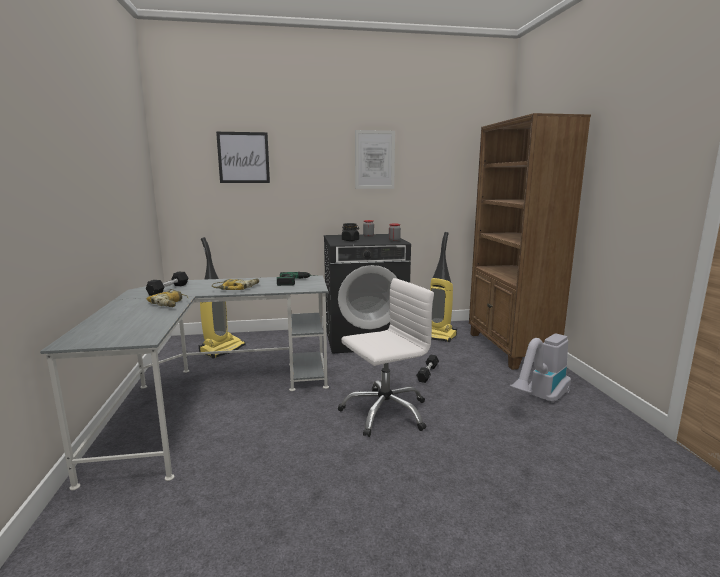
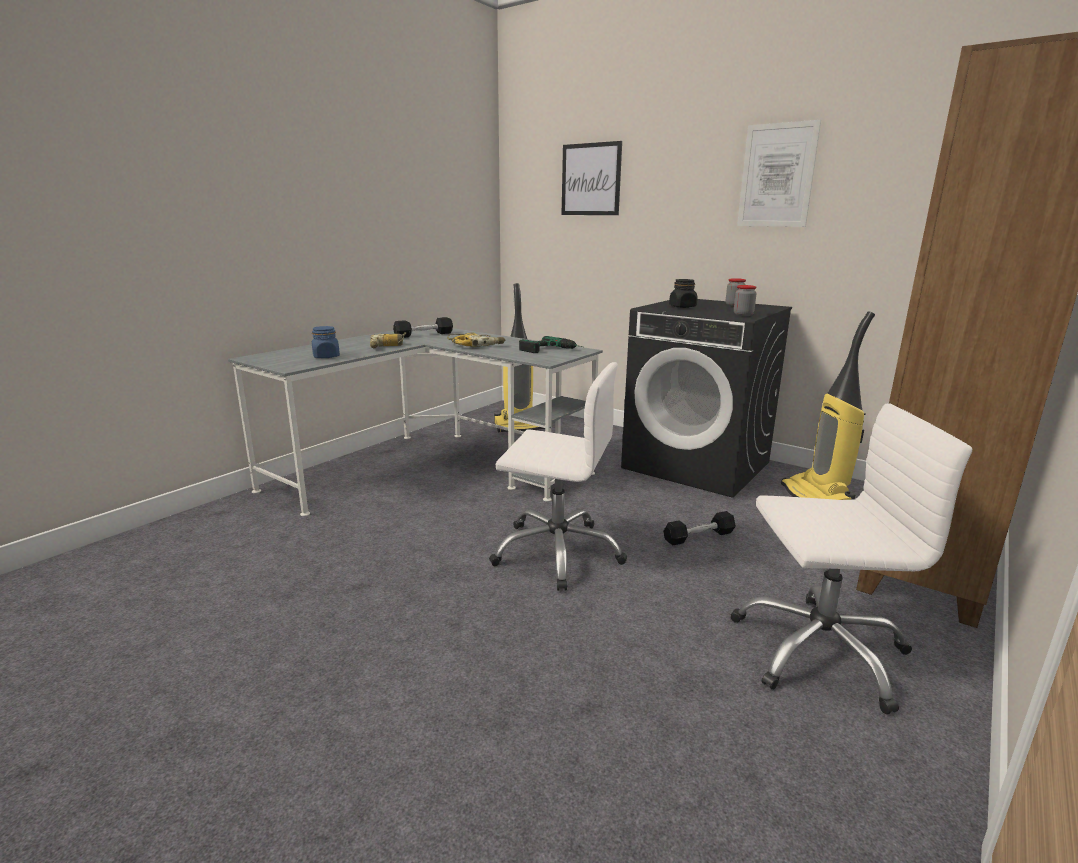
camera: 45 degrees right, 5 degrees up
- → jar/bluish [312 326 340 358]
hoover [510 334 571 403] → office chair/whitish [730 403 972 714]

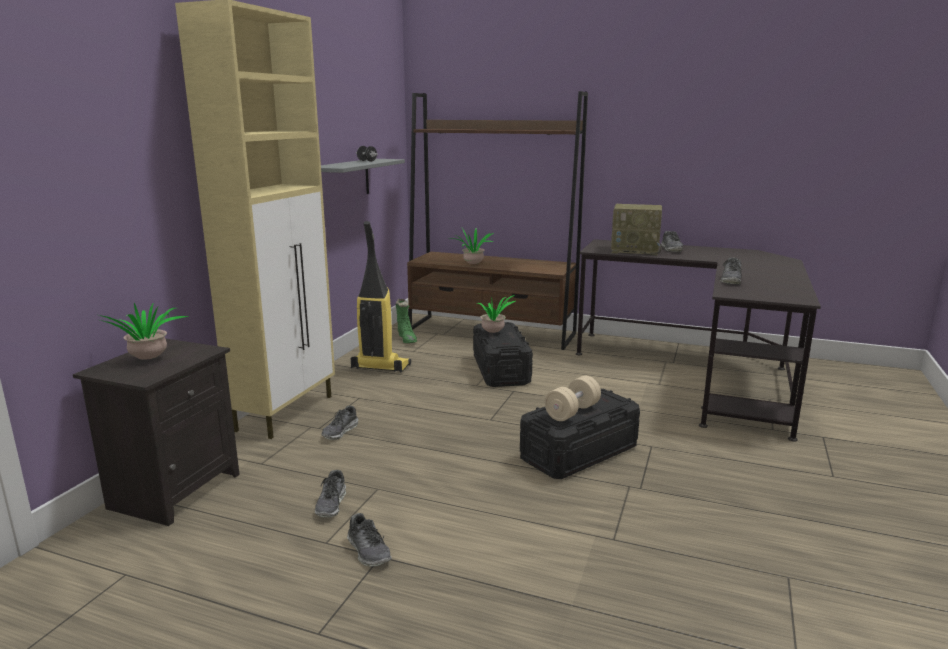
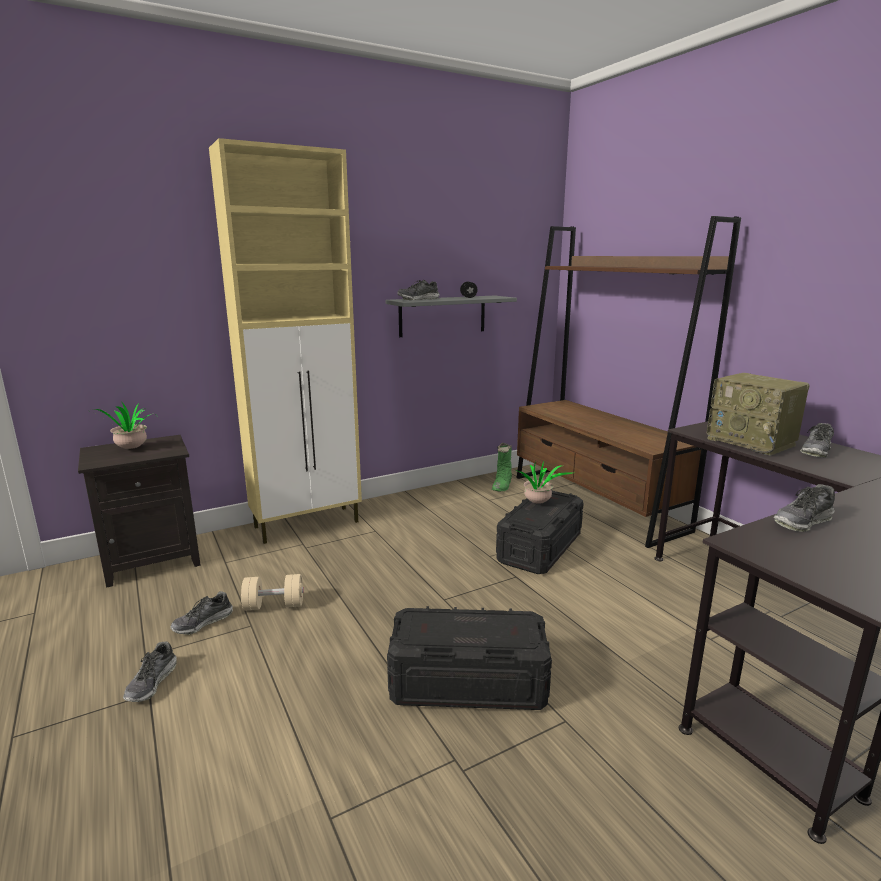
camera: 40 degrees right, 0 degrees up
free weight/beige [544 375 601 421] → free weight/beige [241 574 304 610], relocated
shoe [321 406 358 440] → shoe [397 280 440 300], relocated
hoover [351 221 411 372] → -
plant in a pot [452 228 493 264] → -

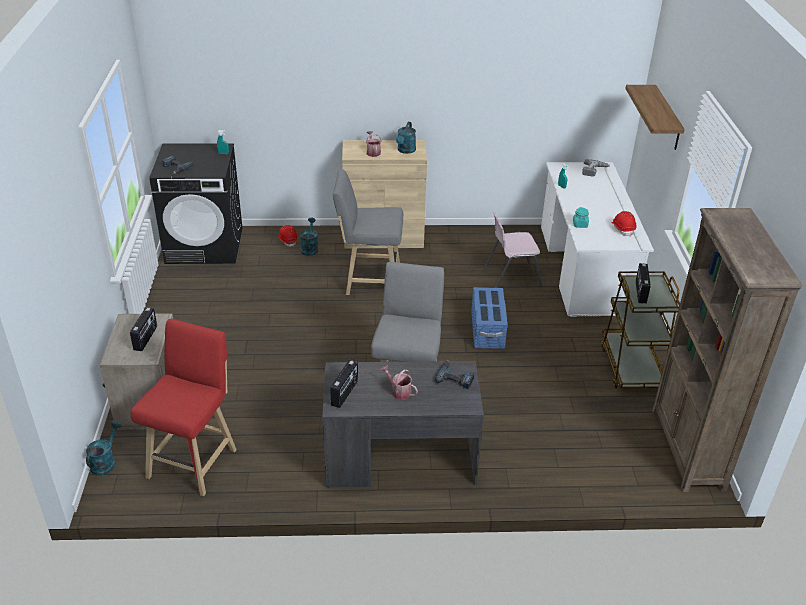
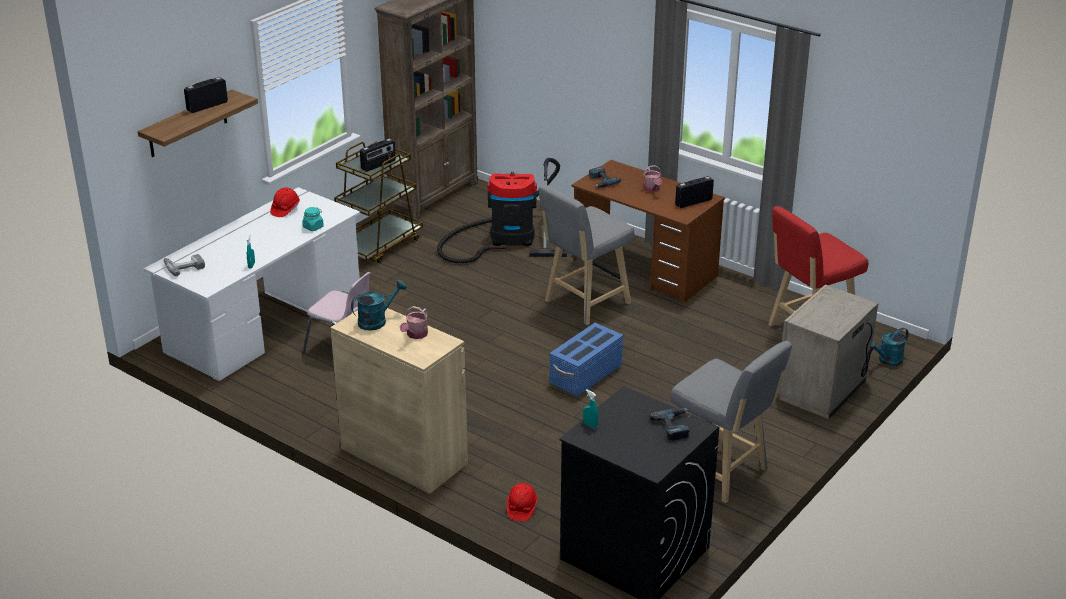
camera: 140 degrees left, 5 degrees down
radio [130 308 157 351] → radio [184 77 228 113], relocated
- → hoover [437 158 567 263]
storage container/bluish [471 287 508 349] → storage container/bluish [550 323 623 397], relocated
desk table/grey [322 361 484 488] → desk table/brownish [572 160 725 303]
stool/grey [333 169 404 295] → stool/grey [670 341 792 503], relocated
watering pot/blue-green [300 218 318 256] → -

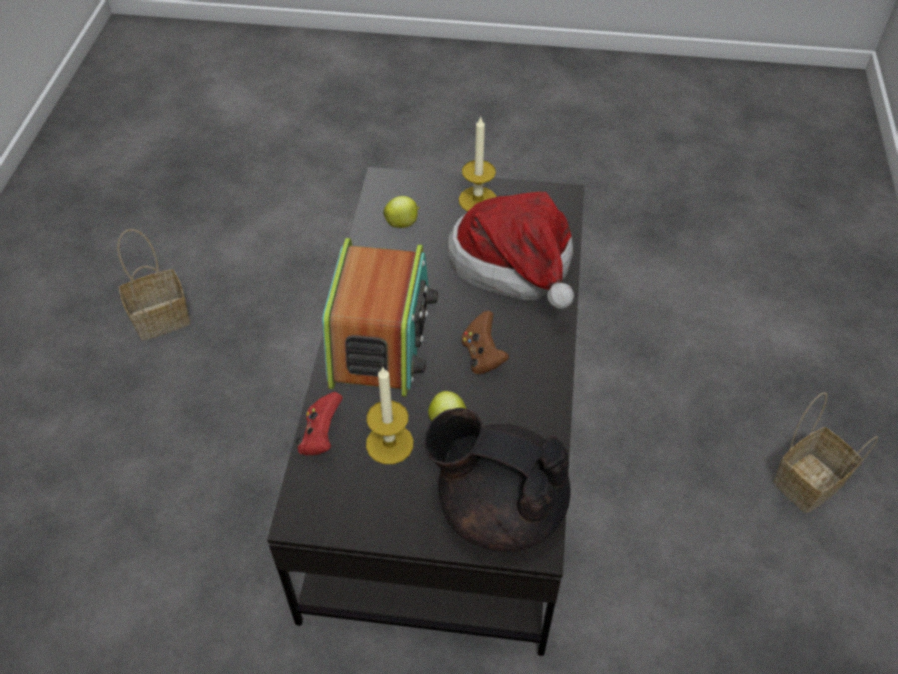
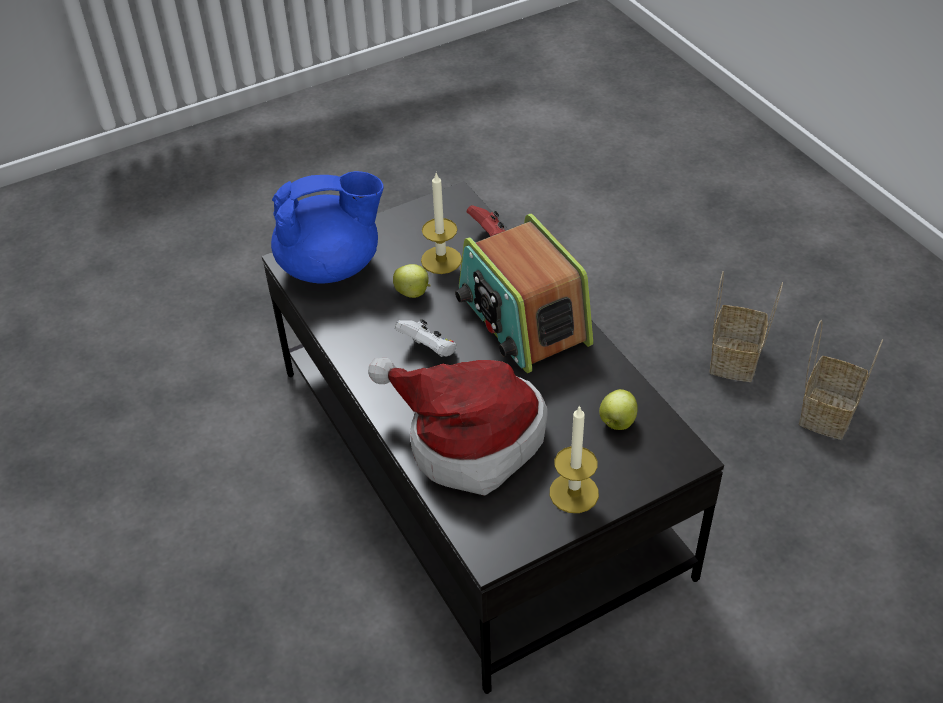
camera: 145 degrees right, 5 degrees down
teapot/blackish [424 408 570 552] → teapot/bluish [271 171 384 284]
game controller/brownish [462 311 509 374] → game controller/whitish [395 319 456 357]
household basket [773 392 878 513] → household basket [710 271 783 382], relocated

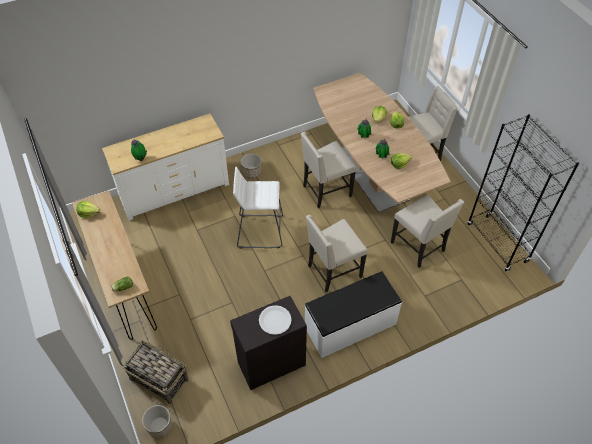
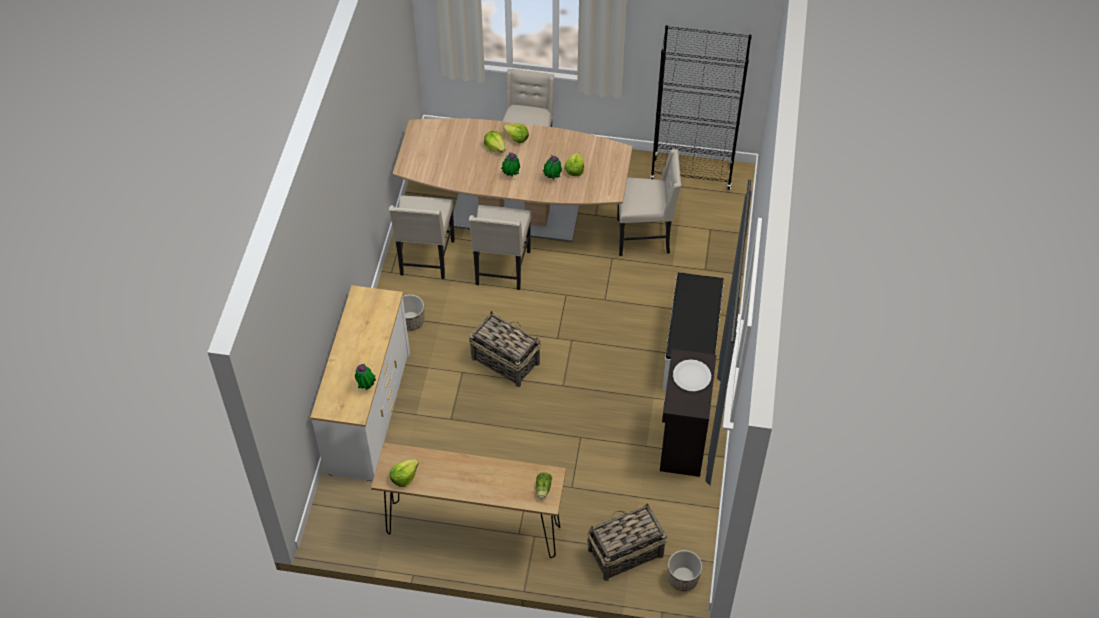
camera: 55 degrees left, 0 degrees up
upright chair/beige [306 215 368 292] → upright chair/beige [389 196 455 279], relocated
stool/whitish [233 167 283 248] → household basket [469 310 541 387]

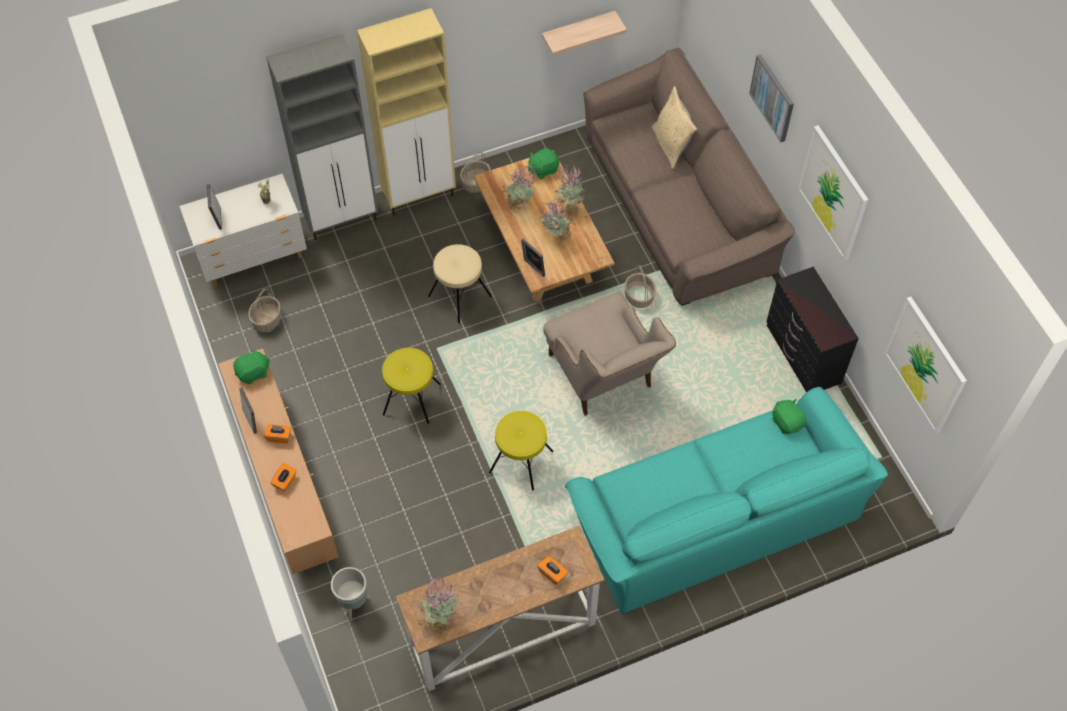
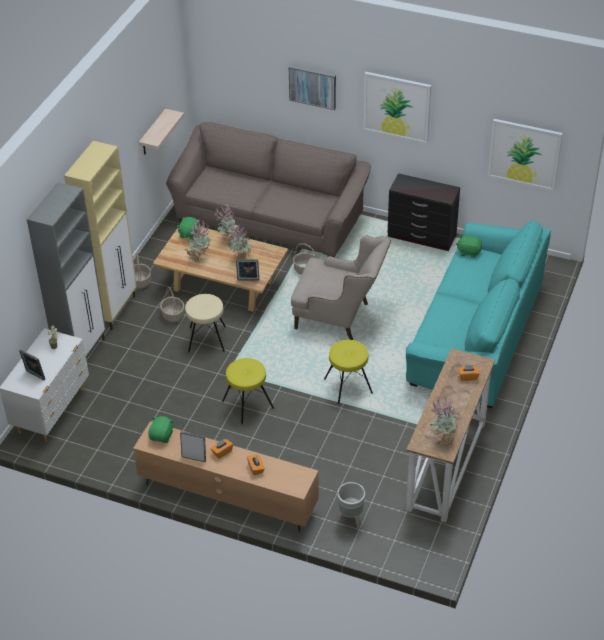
camera: 45 degrees left, 15 degrees down
household basket [248 289 281 331] → household basket [160 287 184 322], relocated
pillow/beige [652 86 697 169] → -

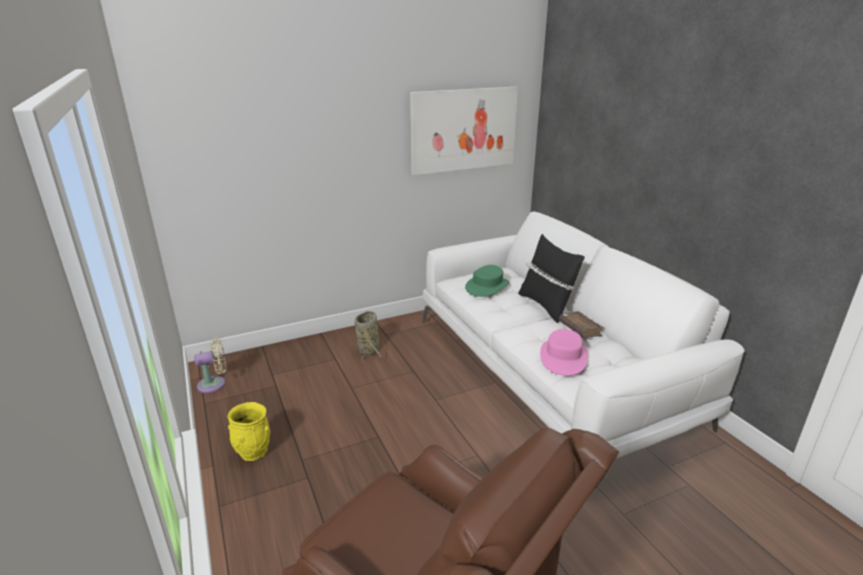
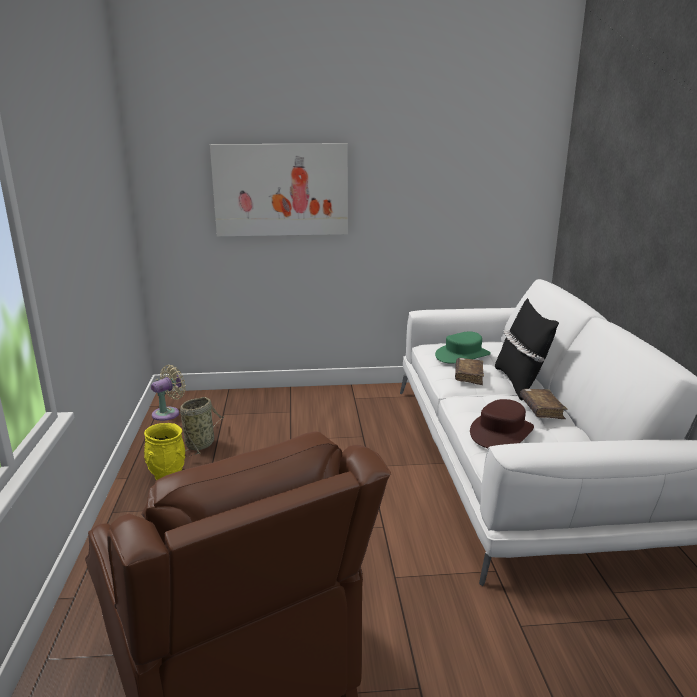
camera: 20 degrees right, 5 degrees down
electric fan/beige [194 338 227 393] → electric fan/beige [151 365 186 421], 45 degrees counterclockwise
household basket [355 311 381 363] → household basket [180 397 224 456], relocated
wall art [410 87 518 175] → wall art [210 144 348 236], relocated
- → book/brownish [455 358 484 385]
clothing hat/pink [540 329 588 376] → clothing hat/brownish [470 399 534 448]

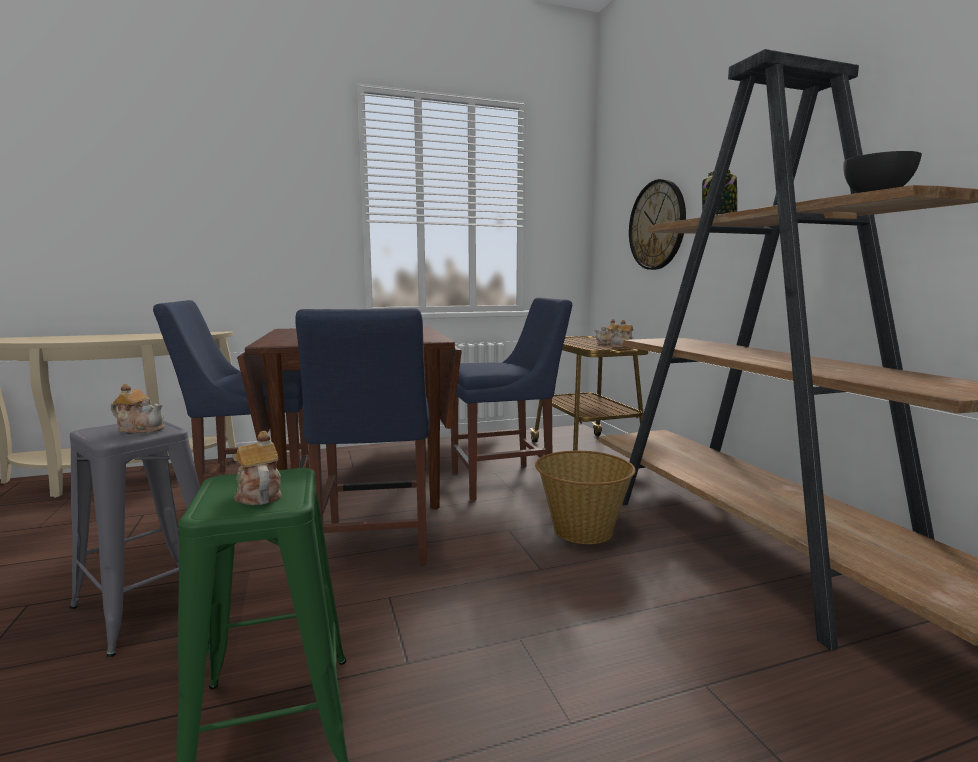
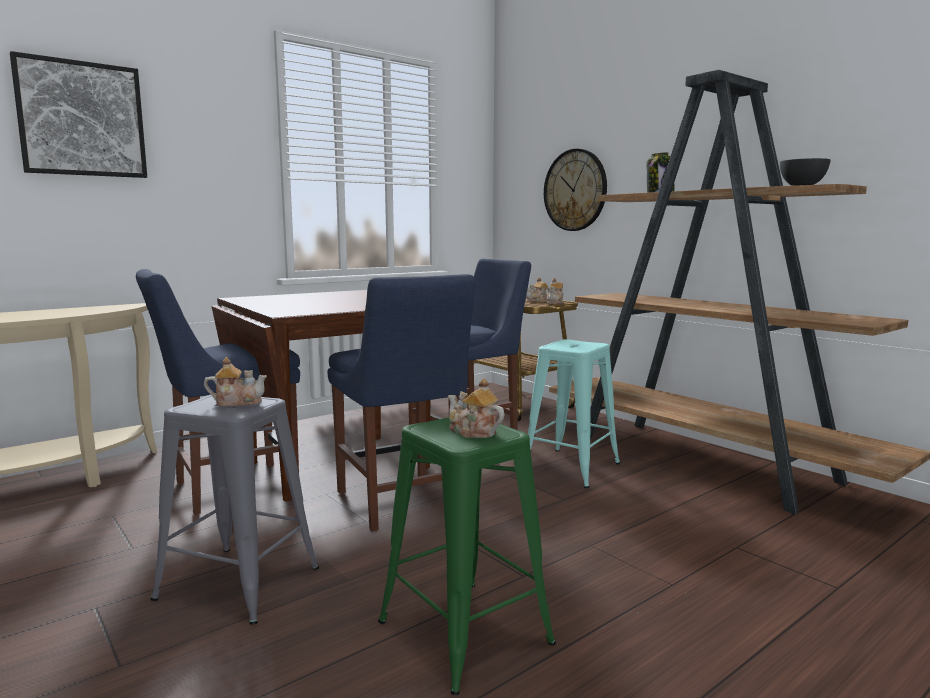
camera: 20 degrees left, 0 degrees up
- → wall art [10 51 147 178]
household basket [535 451 636 544] → stool/blue-green [528 339 620 488]

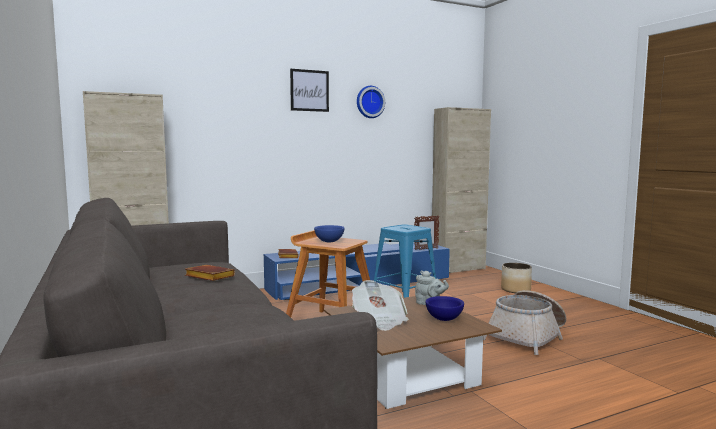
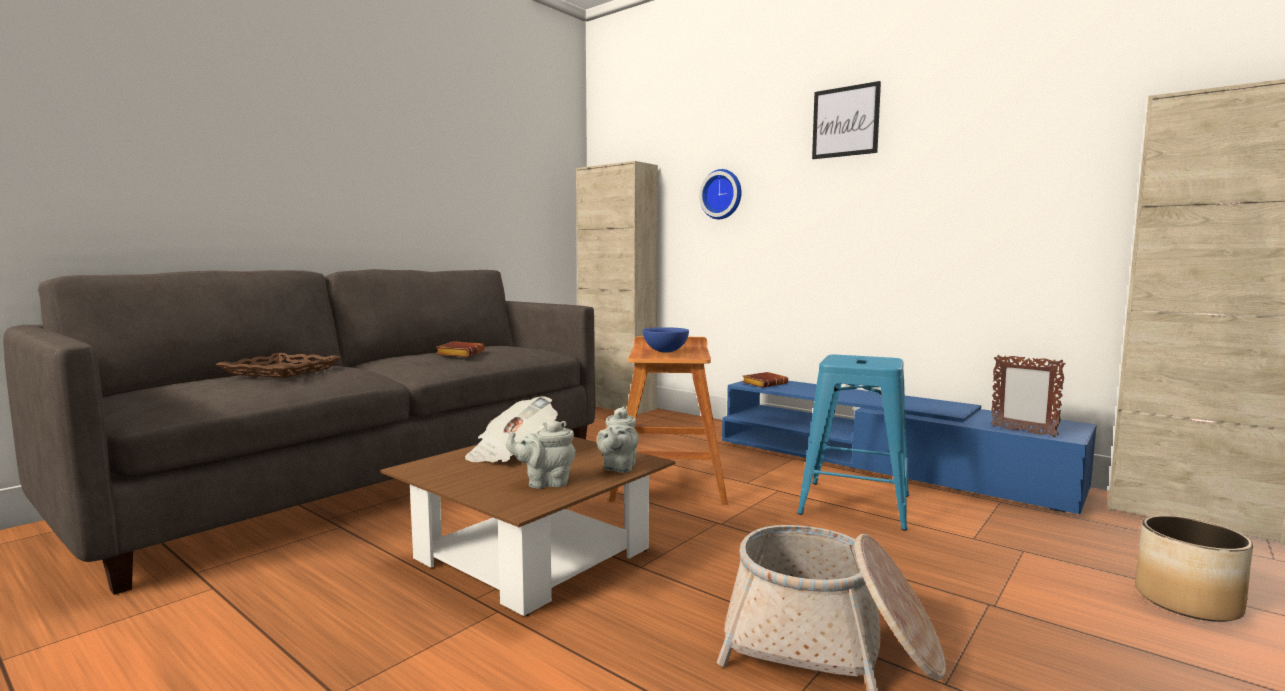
camera: 65 degrees right, 0 degrees up
- → tray/brownish [216 353 342 378]
deep dish/bluish [425 296 464 321] → teapot/grey [506 420 576 489]
clock on the wall [357 86 385 118] → clock on the wall [699 169 742 219], relocated

